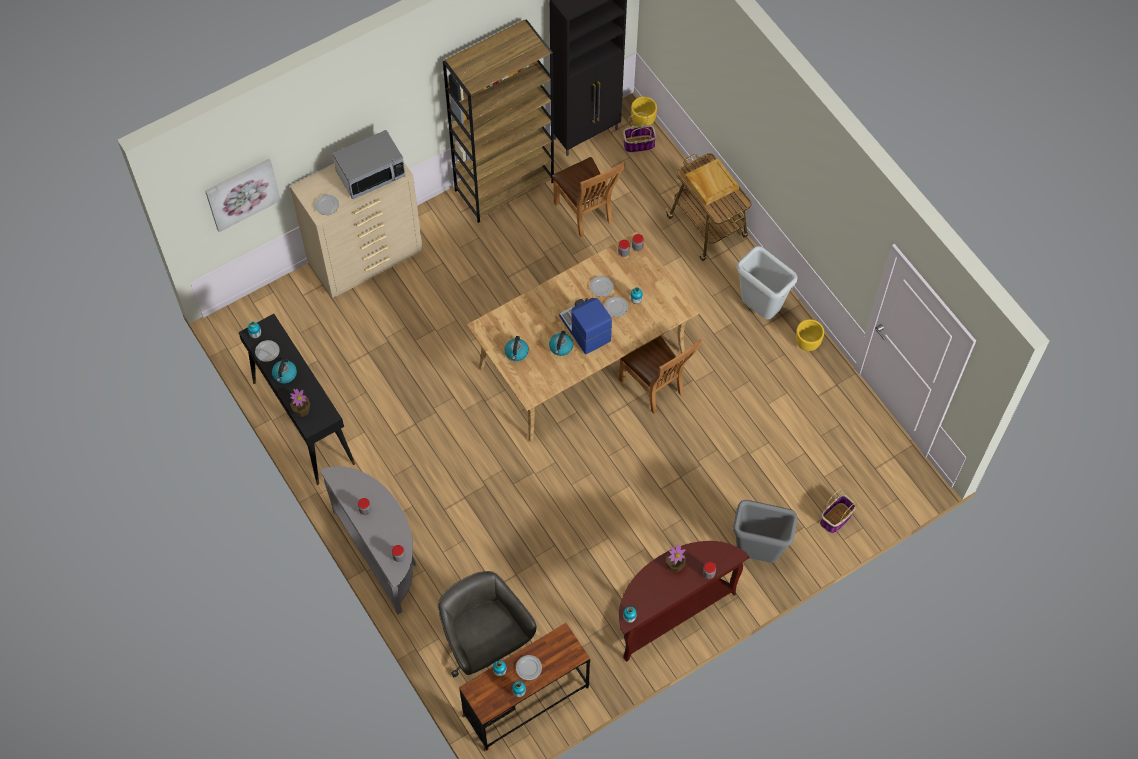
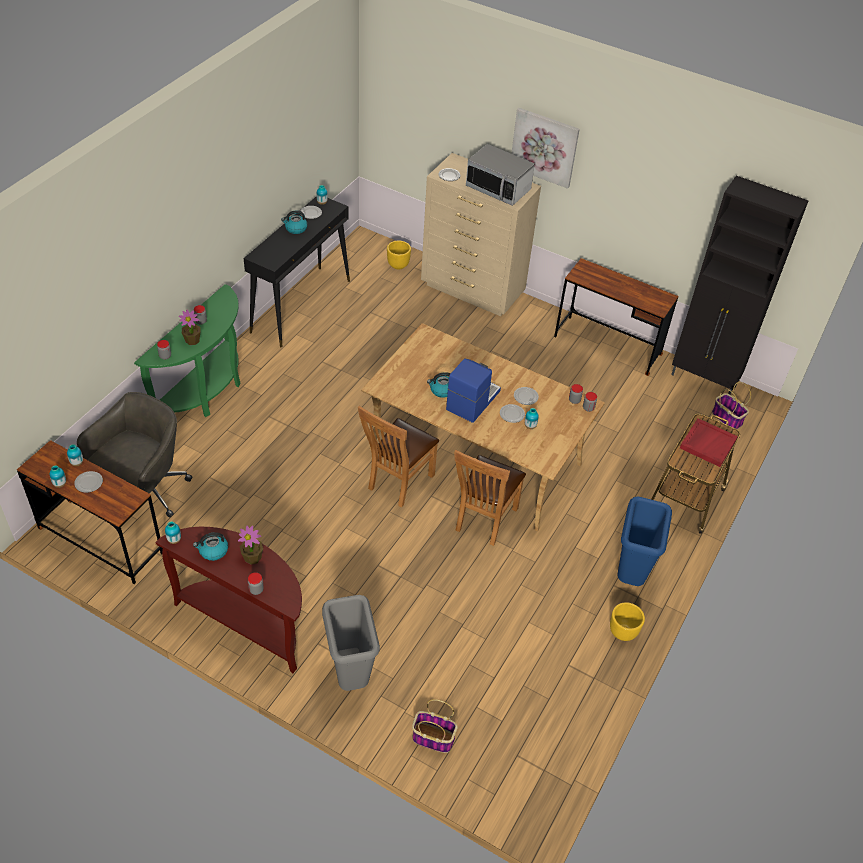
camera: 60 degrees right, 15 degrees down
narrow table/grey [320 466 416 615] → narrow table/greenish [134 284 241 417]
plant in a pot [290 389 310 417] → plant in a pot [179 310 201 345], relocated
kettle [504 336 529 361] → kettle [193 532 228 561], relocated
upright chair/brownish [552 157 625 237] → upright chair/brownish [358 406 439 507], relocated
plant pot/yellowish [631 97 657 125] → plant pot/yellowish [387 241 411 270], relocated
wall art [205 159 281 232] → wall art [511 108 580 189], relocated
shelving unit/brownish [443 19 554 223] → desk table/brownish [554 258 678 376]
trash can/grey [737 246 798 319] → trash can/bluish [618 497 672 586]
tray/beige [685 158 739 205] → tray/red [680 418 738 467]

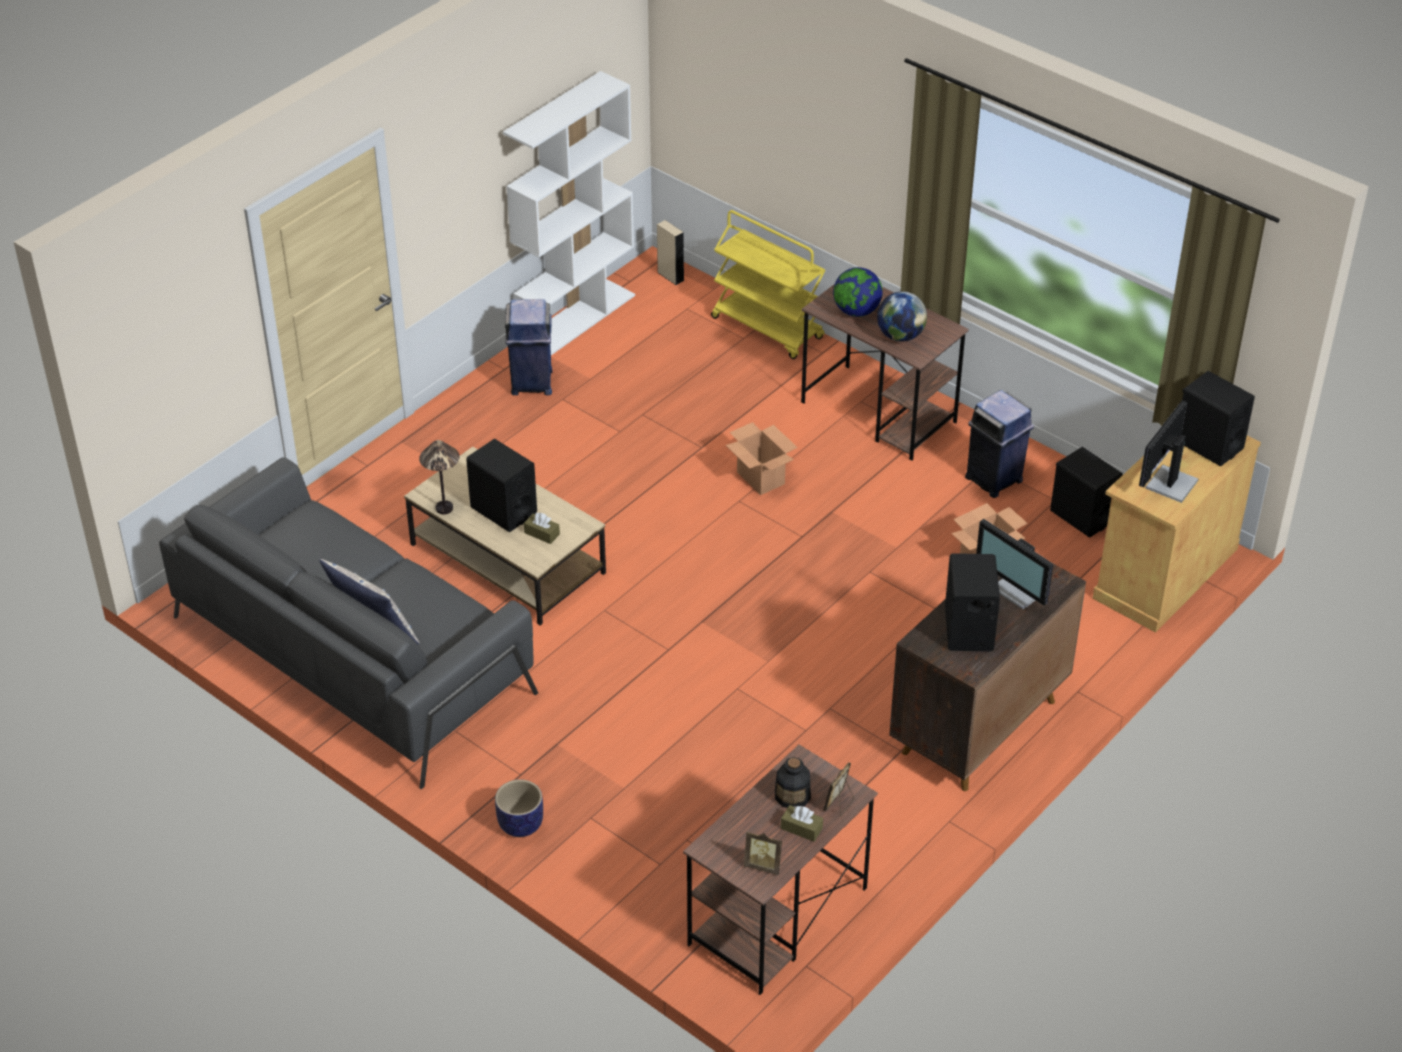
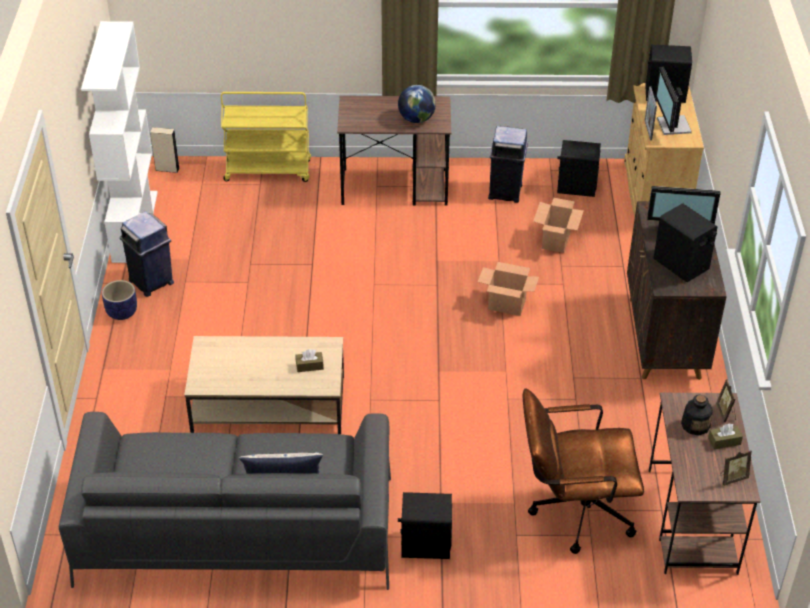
camera: 40 degrees left, 0 degrees up
plant pot [495 779 543 837] → plant pot [102 280 137 320], relocated
speaker/blackish [466 439 537 532] → speaker/blackish [398 492 452 559], relocated
carton [726 422 798 495] → carton [478 262 539 316], relocated
- → office chair/brownish [523 389 644 554]
- → standing frame [645 87 657 140]
lamp for a table [419 440 460 514] → -
world globe [833 267 883 317] → -

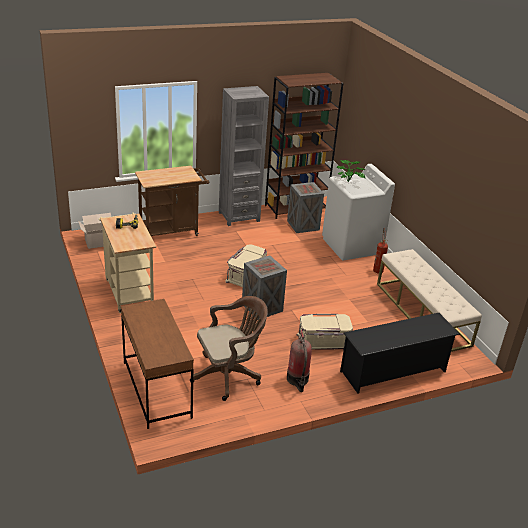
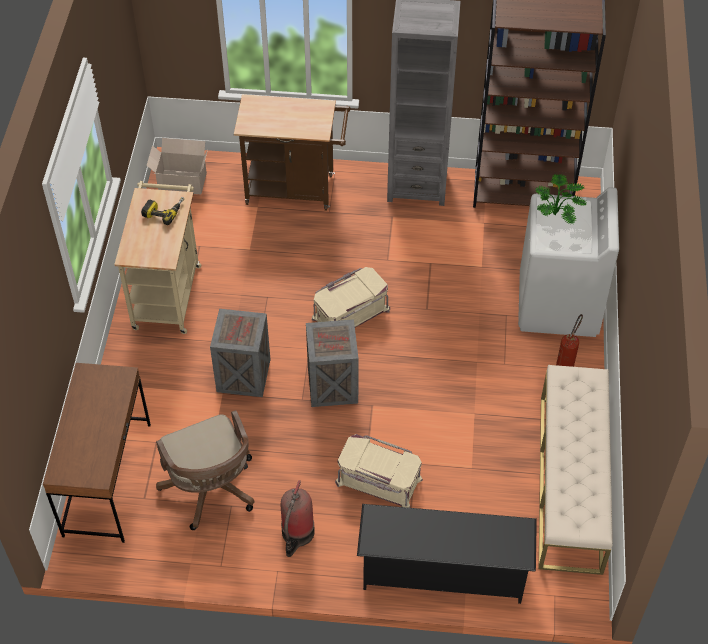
camera: 30 degrees right, 20 degrees up
office chair/brownish [190 296 268 401] → office chair/brownish [156 410 254 530], 60 degrees clockwise
packing crate [287 182 324 233] → packing crate [210 309 271 397], relocated

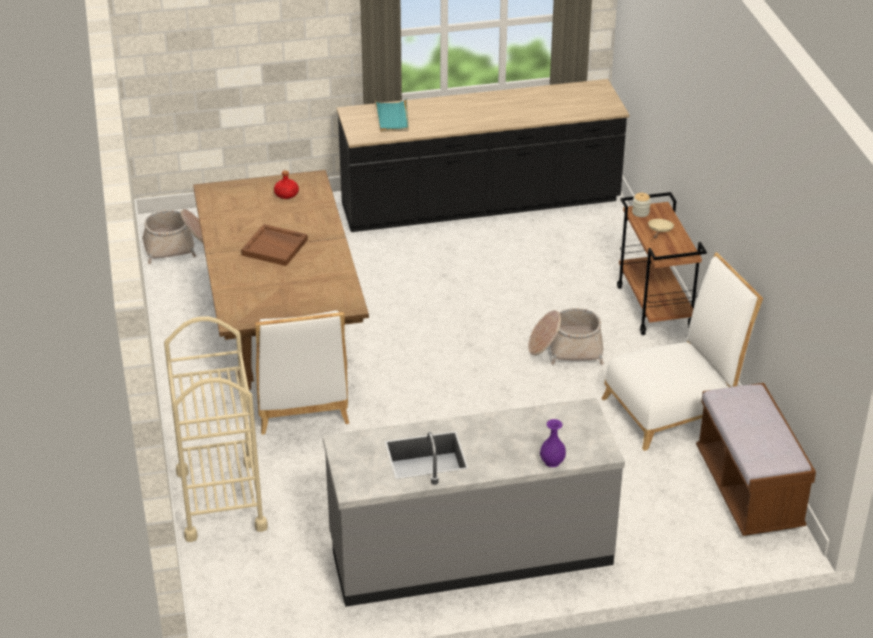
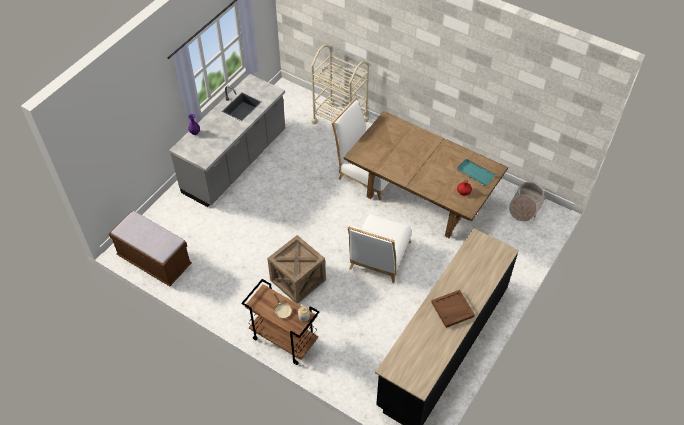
camera: 135 degrees right, 15 degrees up
household basket [528 308 604 365] → packing crate [267 235 326 304]
upright chair/whitish [601 252 763 451] → upright chair/whitish [348 214 411 283], relocated
tray/brownish [241 224 308 266] → tray/brownish [431 290 475 328], relocated
tray/blue-green [375 98 408 132] → tray/blue-green [456 159 496 186], relocated

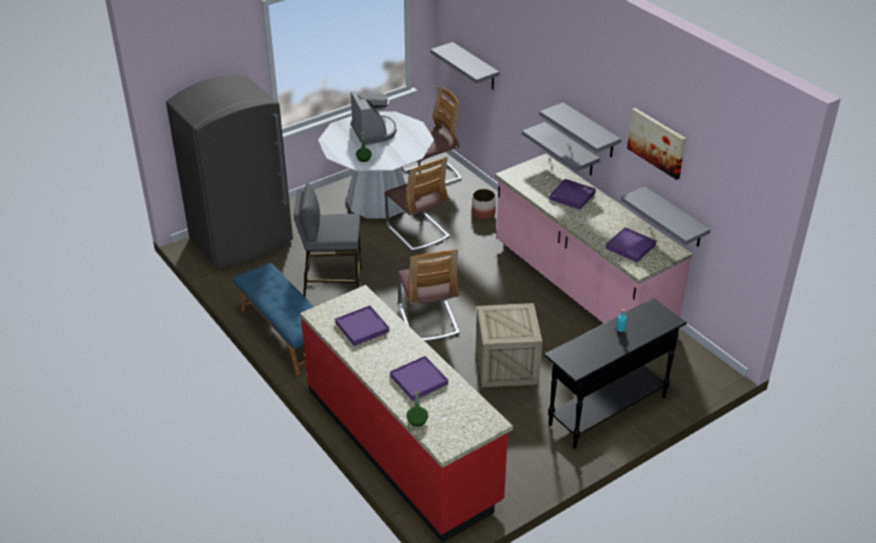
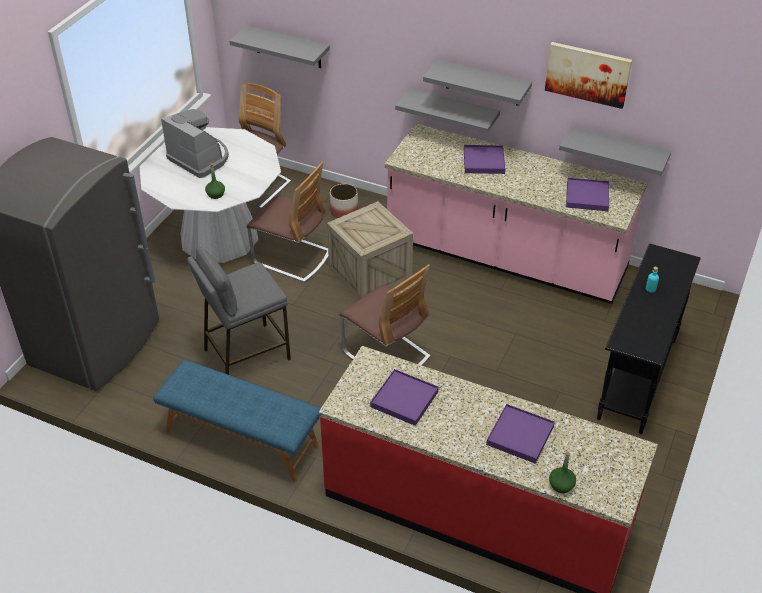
camera: 30 degrees left, 5 degrees up
packing crate [476 303 542 387] → packing crate [327 201 413 299], relocated

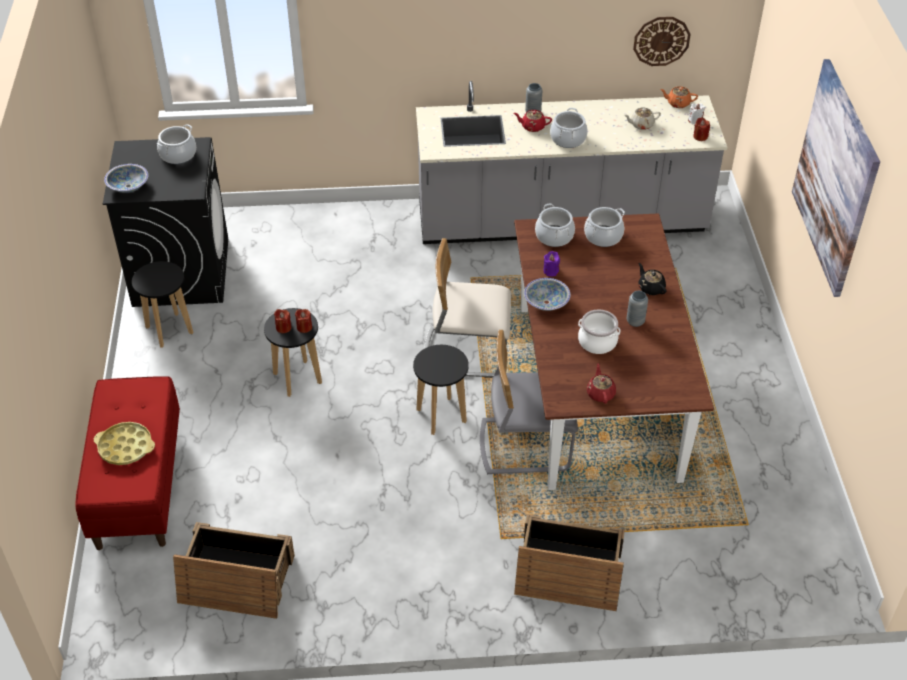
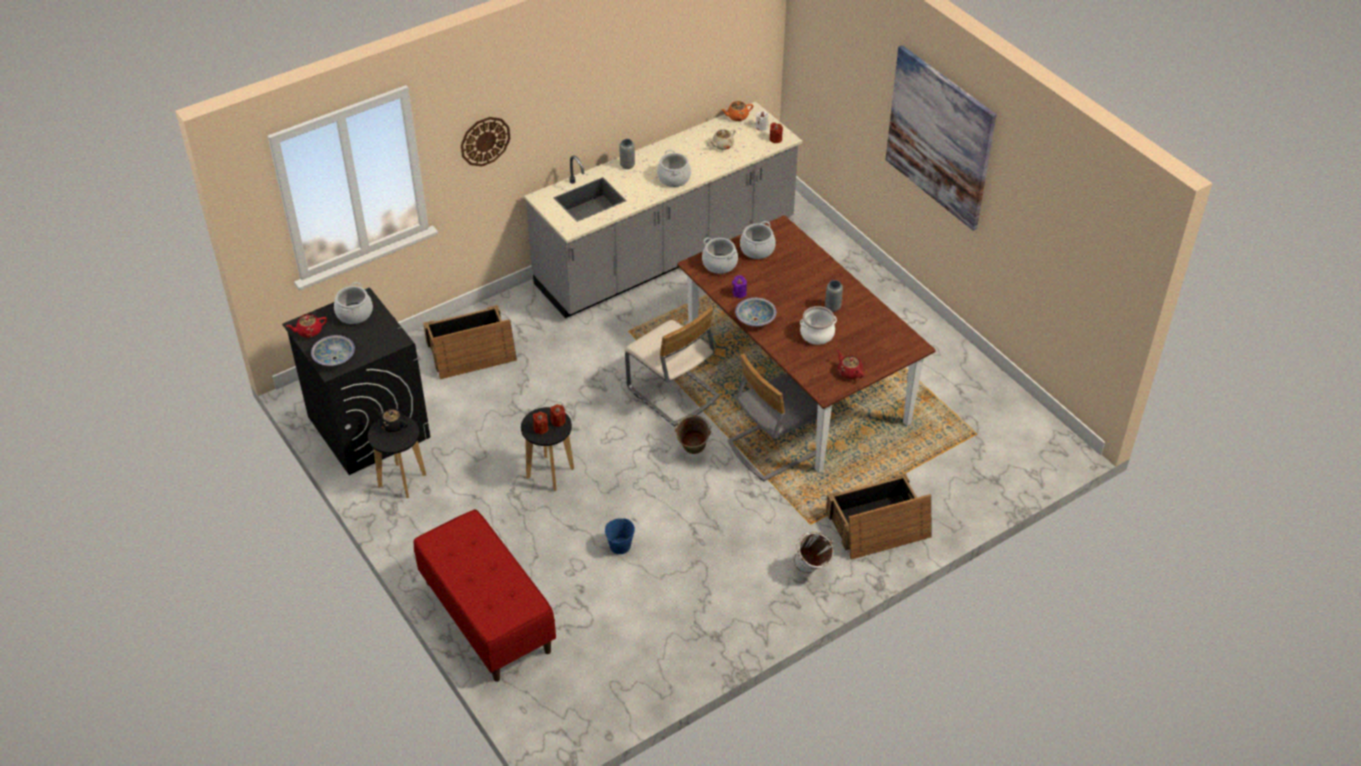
camera: 30 degrees left, 0 degrees up
teapot/red [514 110 552 132] → teapot/red [286 314 327 338], relocated
teapot/blackish [638 263 666 295] → teapot/blackish [374 407 408 432], relocated
packing crate [173 522 295 619] → packing crate [423 305 517 379], relocated
clock on the wall [633 17 691 66] → clock on the wall [461 117 510 166], relocated
- → pail/bluish [605 518 635 554]
upright chair/beige [424 238 511 378] → upright chair/beige [624 307 720 427], 105 degrees counterclockwise
stool/blackish [413 345 469 435] → pail/greenish [675 415 711 454]
- → pail/whitish [794 532 834 573]
tray/yellowish [94 422 155 465] → -

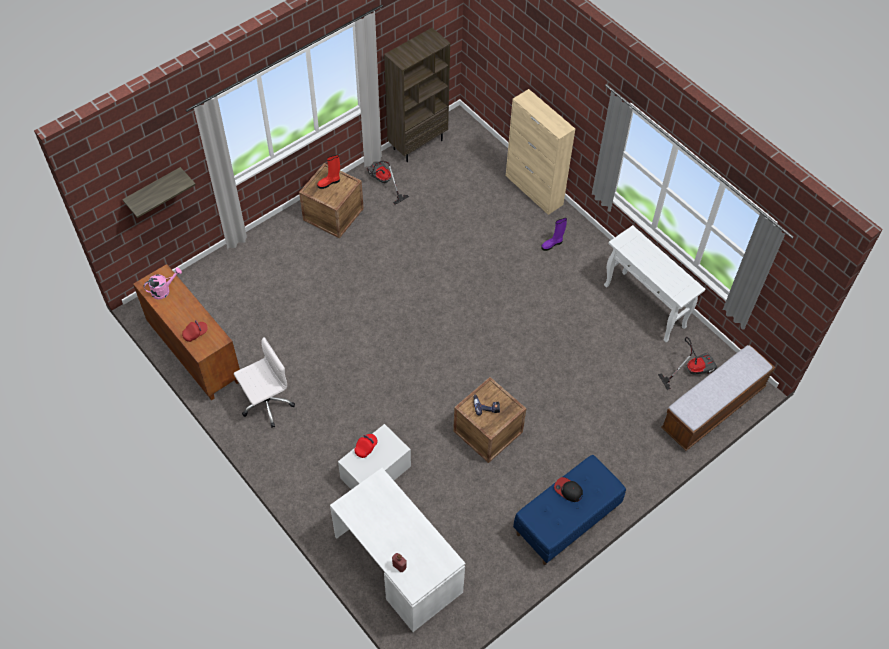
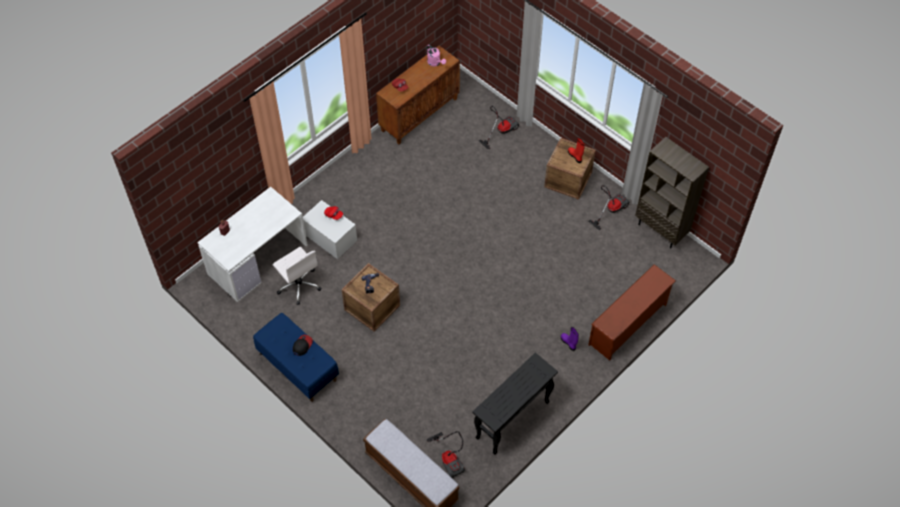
camera: 85 degrees right, 0 degrees up
office chair/whitish [234 337 295 427] → office chair/whitish [273 246 322 305], relocated
narrow table/whitish [604 225 706 342] → narrow table/blackish [472 353 558 455]
- → hoover [479 106 520 150]
cupboard/beige [506 89 575 215] → shoe stand/brownish [588 264 676 360]
shelf [122 167 196 218] → -

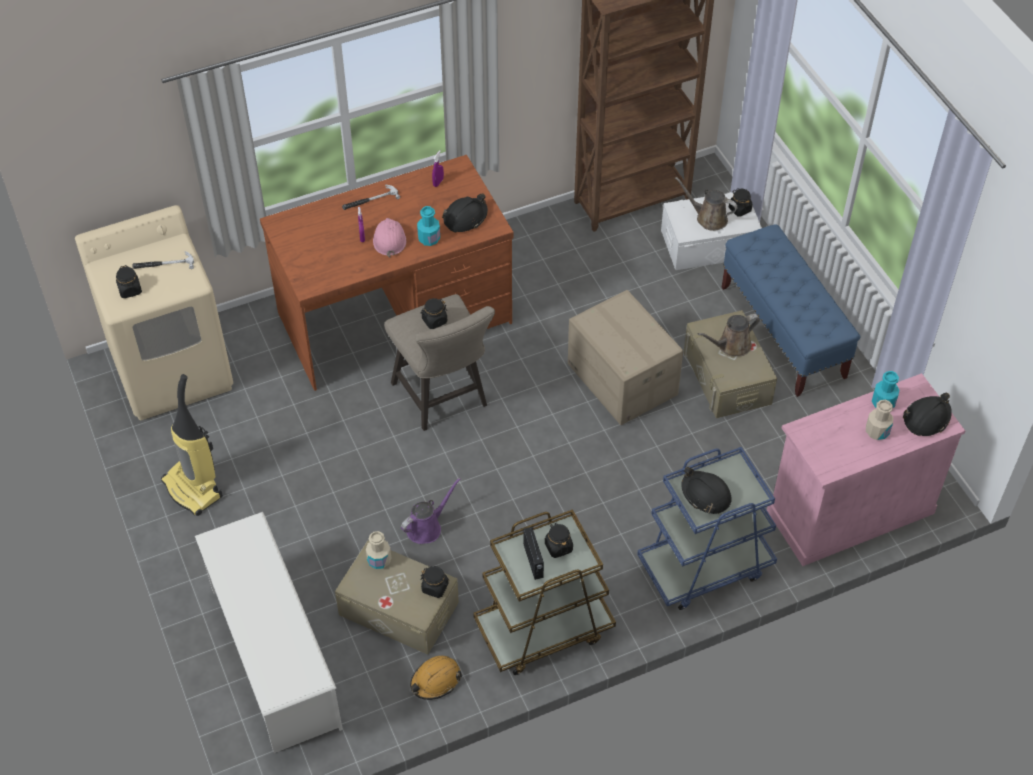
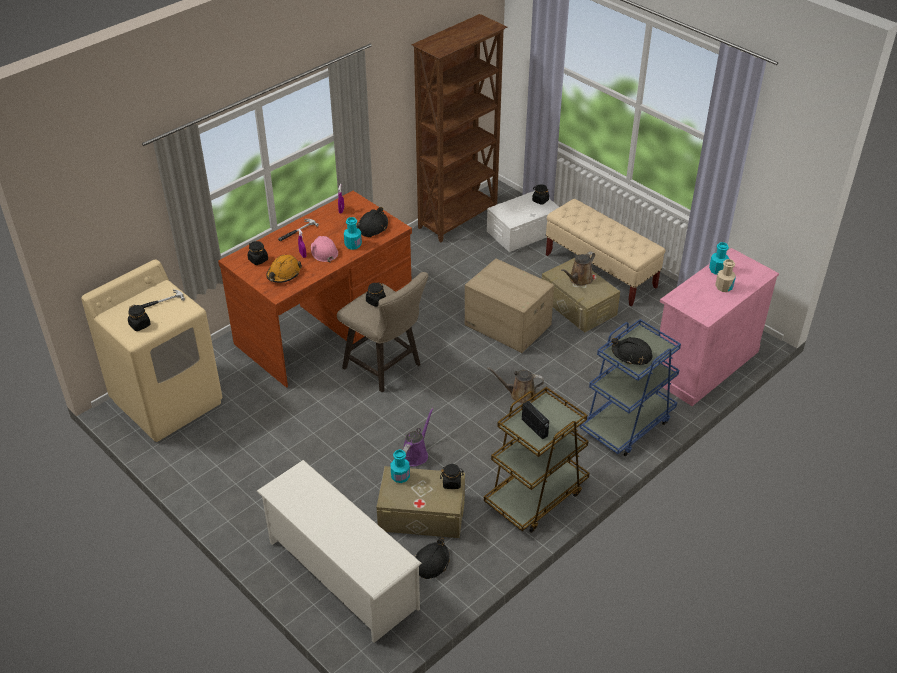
camera: 20 degrees left, 10 degrees down
jar/blackish [545 523 573 558] → jar/blackish [248 241 268 265], relocated
work helmet/orangey [410 656 462 700] → work helmet/orangey [266 255 302 283], relocated
drink bottle/beige [366 531 391 569] → drink bottle/blue-green [390 449 410 483]
work helmet/blackish [903 393 952 436] → work helmet/blackish [415 538 450 579], relocated
watering pot/brownish [675 177 738 231] → watering pot/brownish [487 367 544 404], relocated
long seat/bluish [722 224 860 397] → long seat/beige [546 199 666 306]
hoover [161 374 223 516] → -

